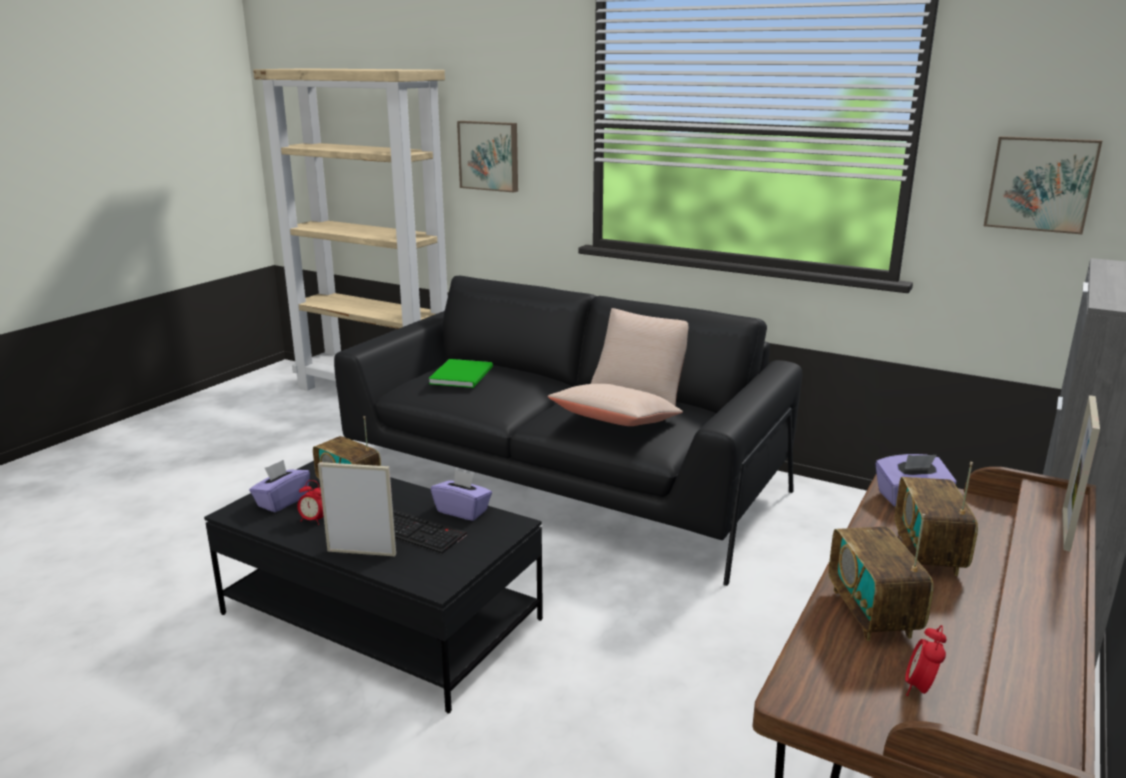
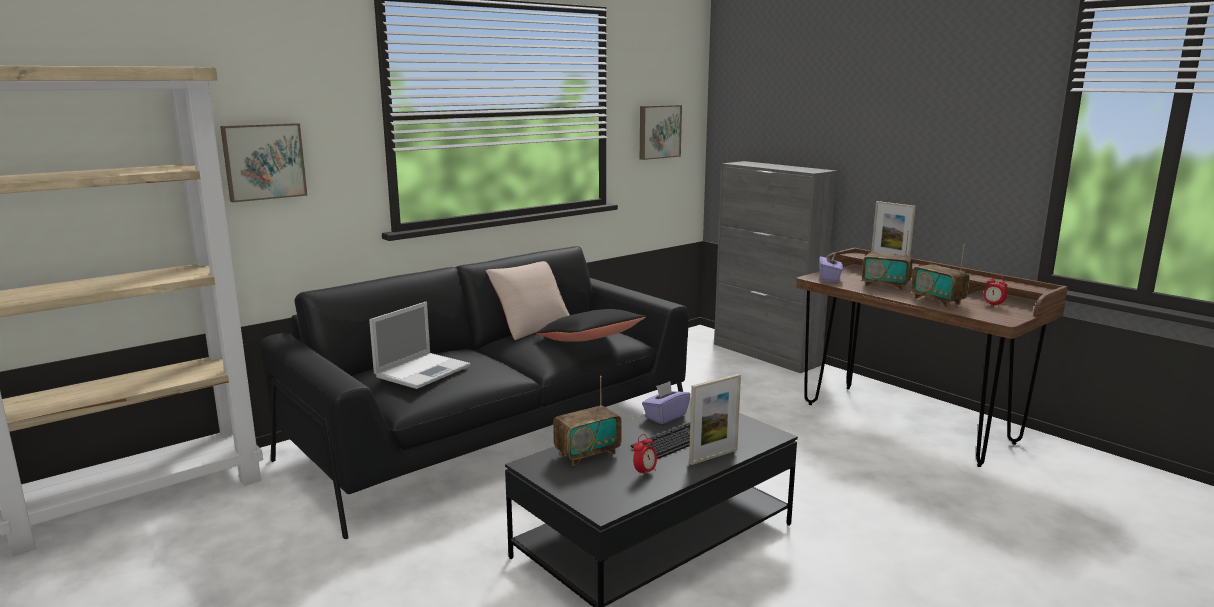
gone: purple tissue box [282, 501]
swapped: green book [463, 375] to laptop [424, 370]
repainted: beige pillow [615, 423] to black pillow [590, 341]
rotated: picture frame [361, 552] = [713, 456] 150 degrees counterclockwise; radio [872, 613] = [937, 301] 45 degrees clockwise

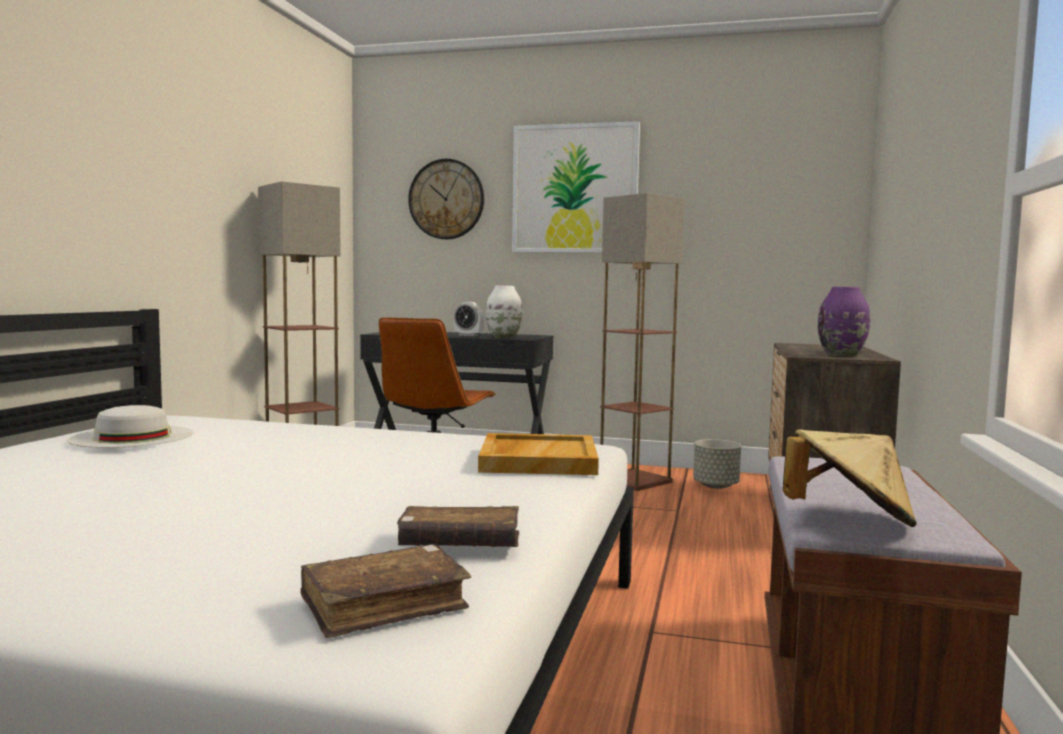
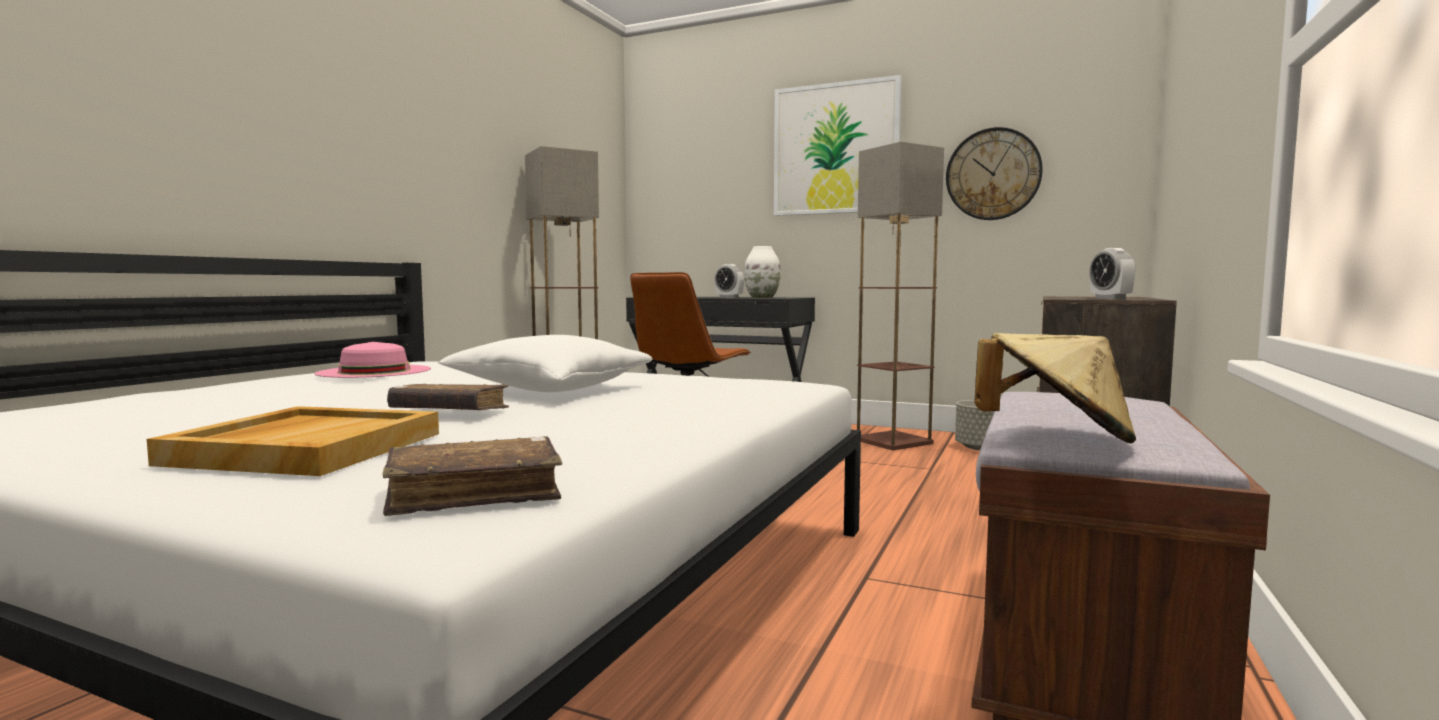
new: white pillow [550, 389]
shifted: beige tray [537, 460] to [307, 448]; brown book [460, 545] to [449, 412]; wall clock [446, 199] to [993, 174]
swapped: purple vase [842, 355] to alarm clock [1110, 298]
repainted: white hat [132, 436] to pink hat [374, 371]

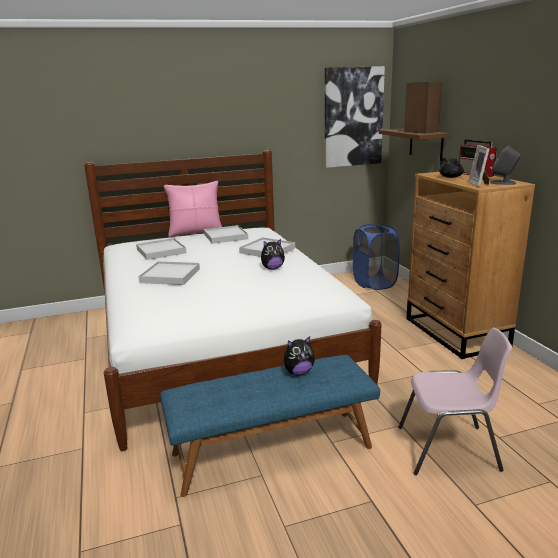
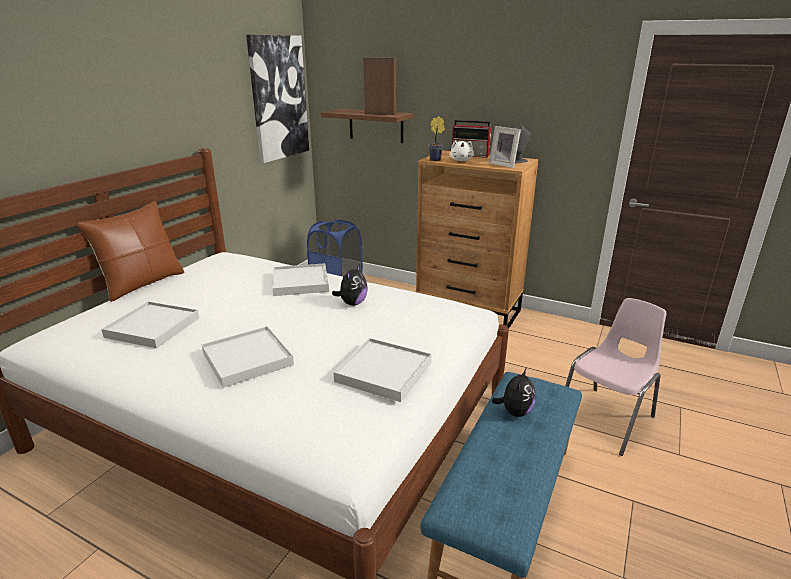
new: potted plant [436, 160]
shifted: white tray [225, 236] to [383, 372]
repainted: pink pillow [195, 232] to brown pillow [142, 284]; black plush toy [451, 177] to white plush toy [461, 160]

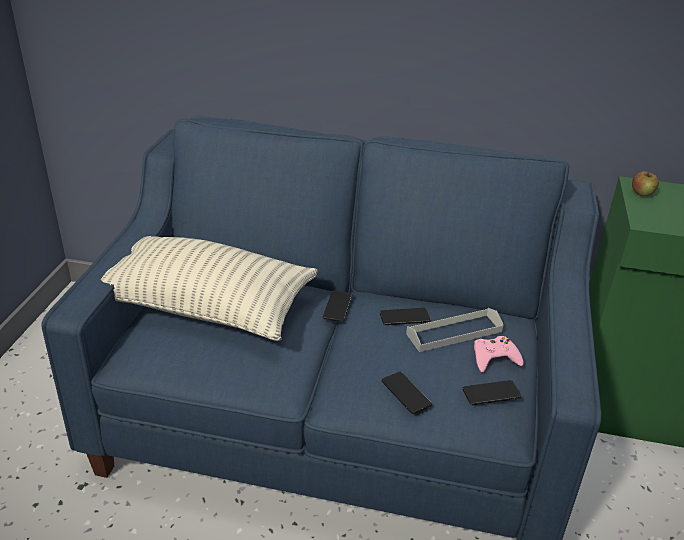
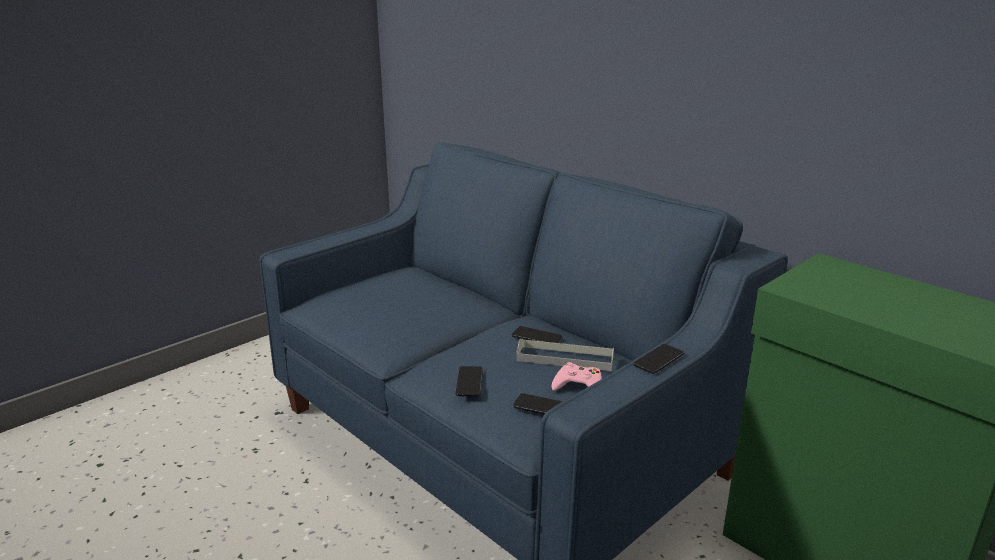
gone: pillow [205, 307]; apple [642, 193]
shifted: phone [337, 306] to [658, 359]

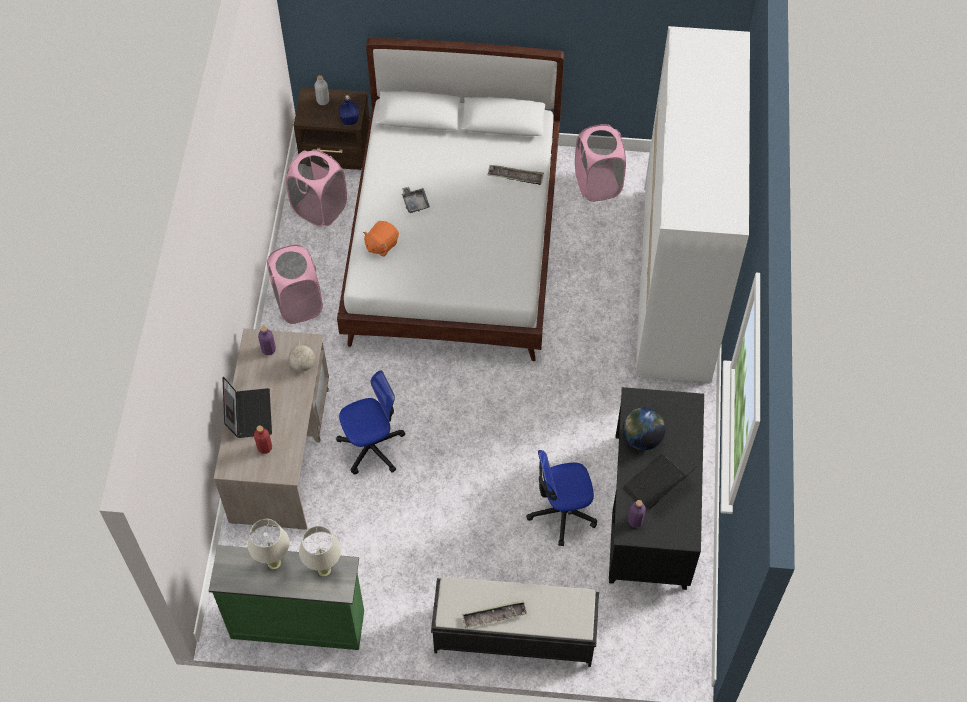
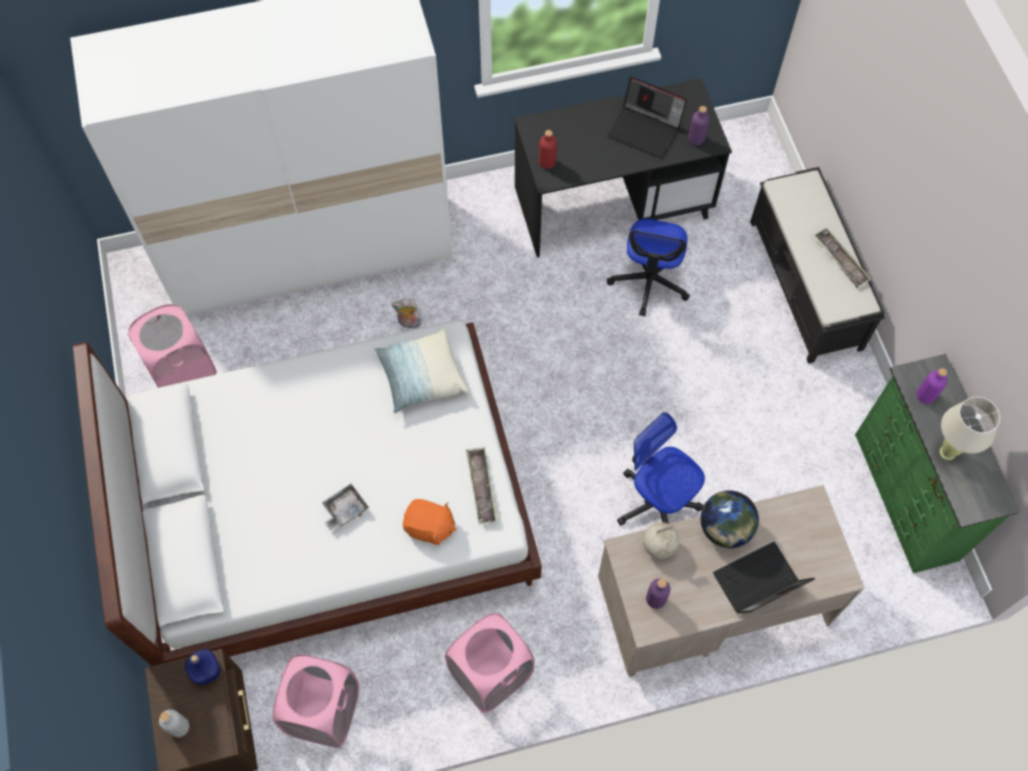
new: pillow [422, 377]; plush toy [409, 323]
shifted: tray [515, 177] to [482, 487]; red bottle [265, 448] to [547, 162]; globe [641, 438] to [725, 529]
swapped: beige table lamp [324, 570] to purple bottle [925, 396]
rotated: office chair [562, 512] = [649, 282] 45 degrees clockwise

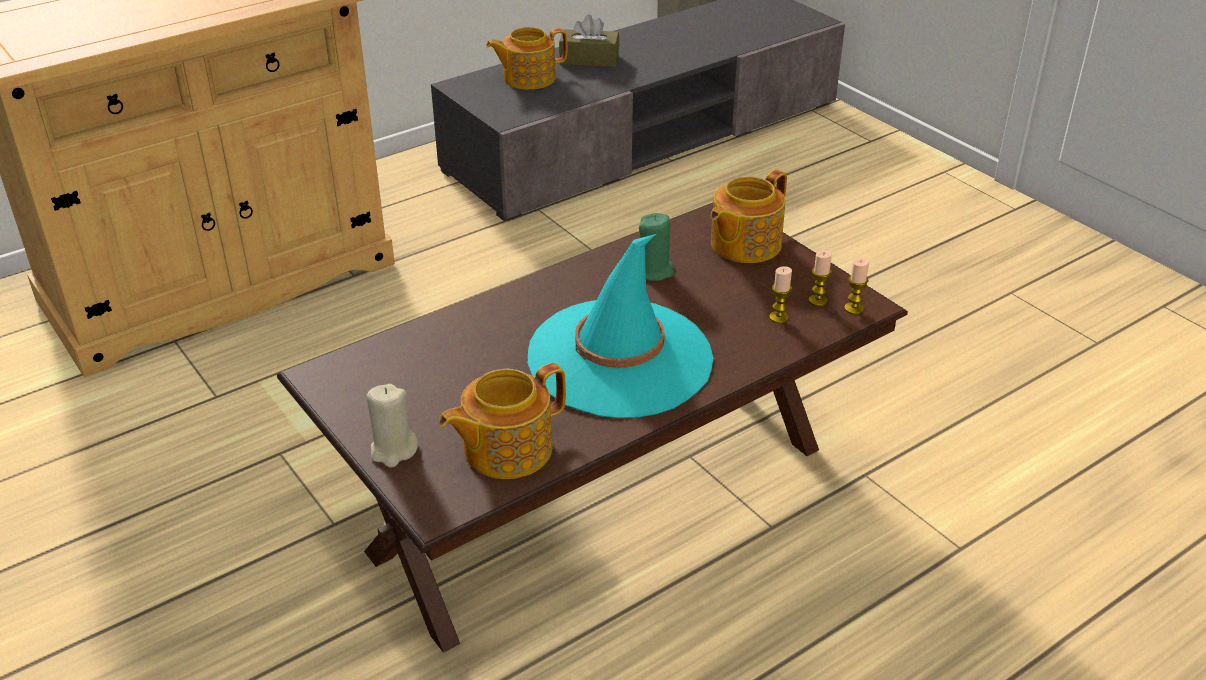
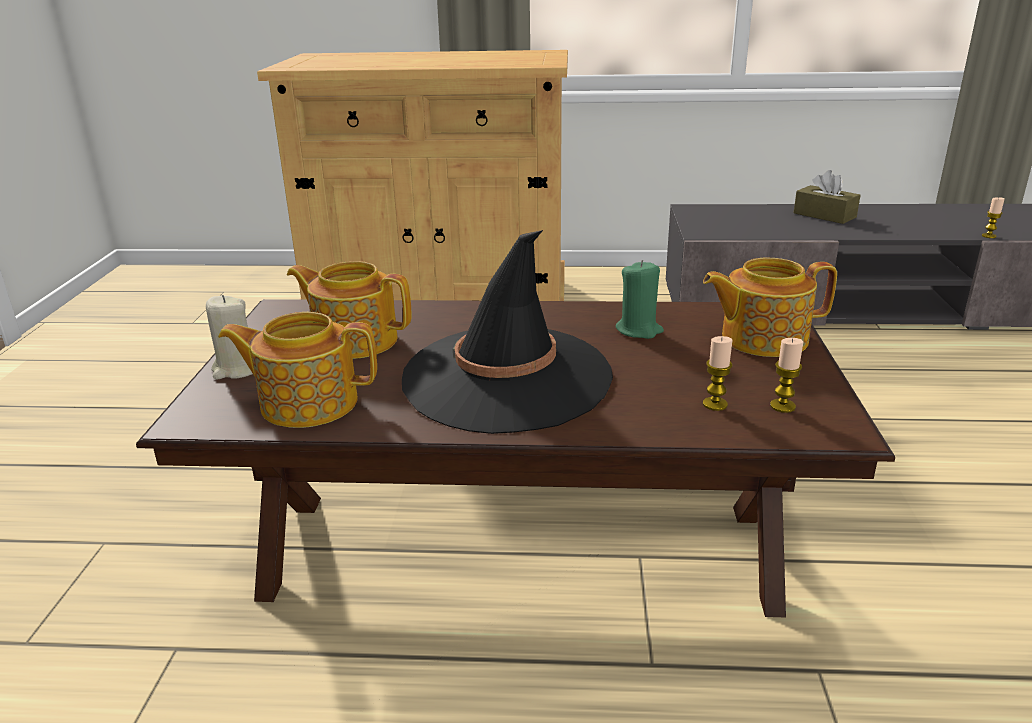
shifted: teapot [528, 78] to [354, 340]; candle [854, 309] to [989, 236]
repainted: turquoise hat [620, 358] to black hat [506, 378]

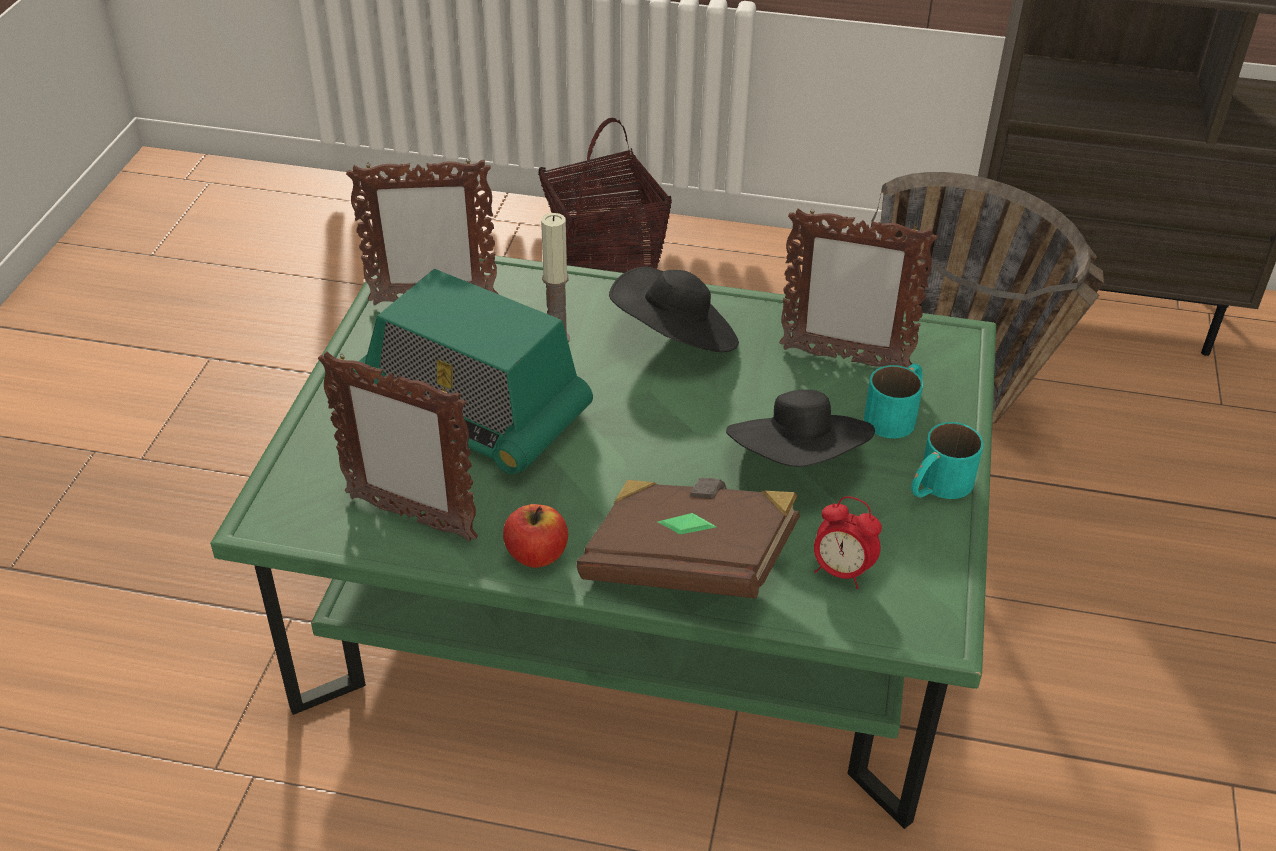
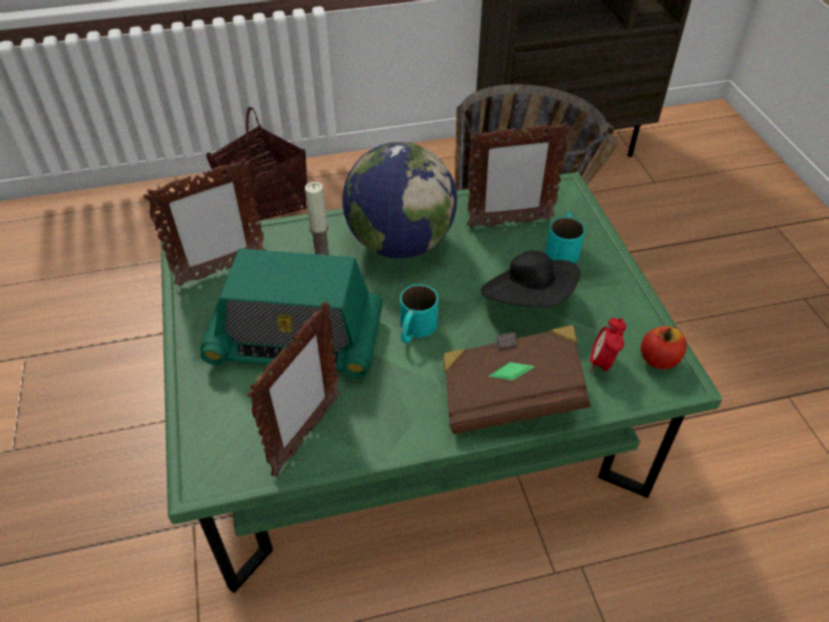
shifted: turquoise mug [937, 486] to [414, 330]; apple [536, 554] to [659, 359]
swapped: black hat [676, 339] to globe [400, 243]
rotated: picture frame [410, 517] = [305, 435] 60 degrees counterclockwise; alarm clock [841, 571] = [602, 363] 105 degrees clockwise

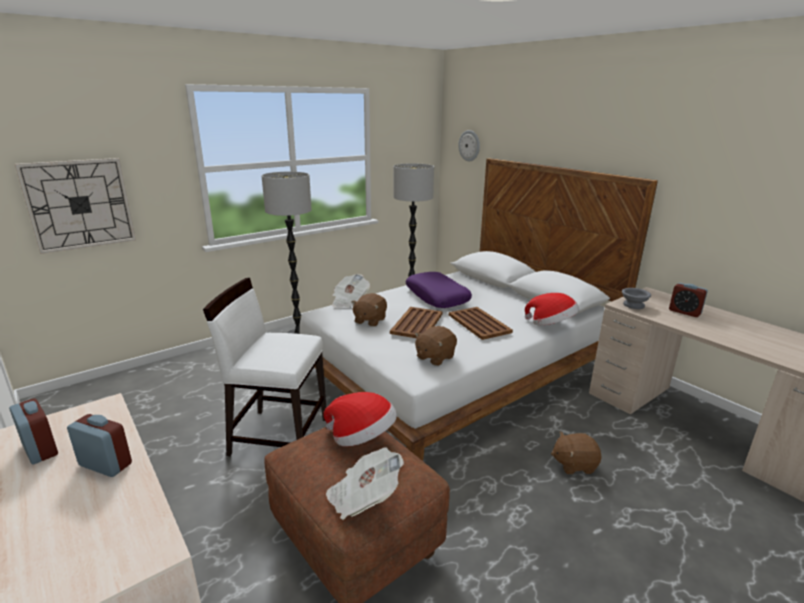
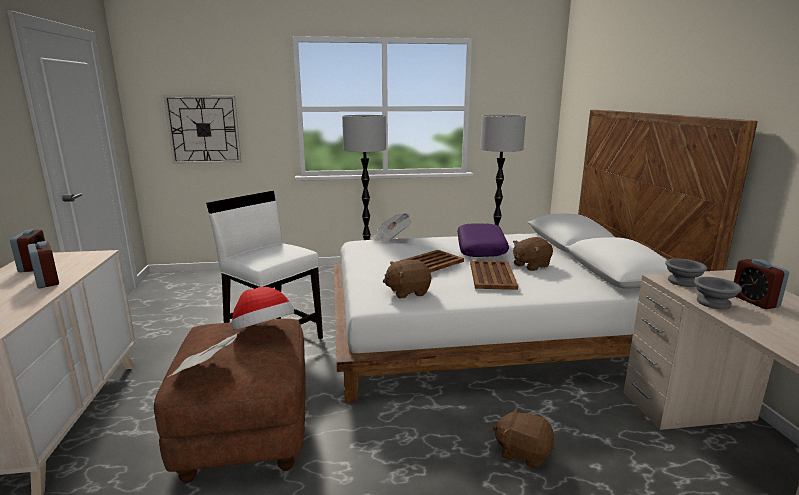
gone: wall clock [469, 145]; hat [551, 324]
new: grey bowl [712, 302]
shifted: brown plush toy [369, 320] to [530, 265]

